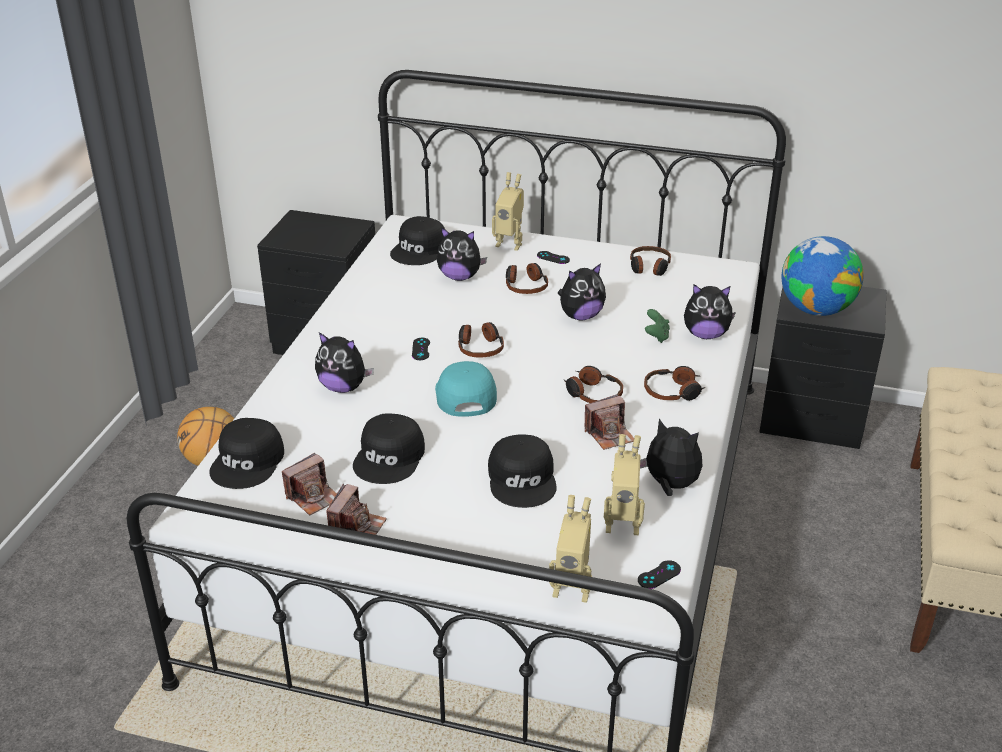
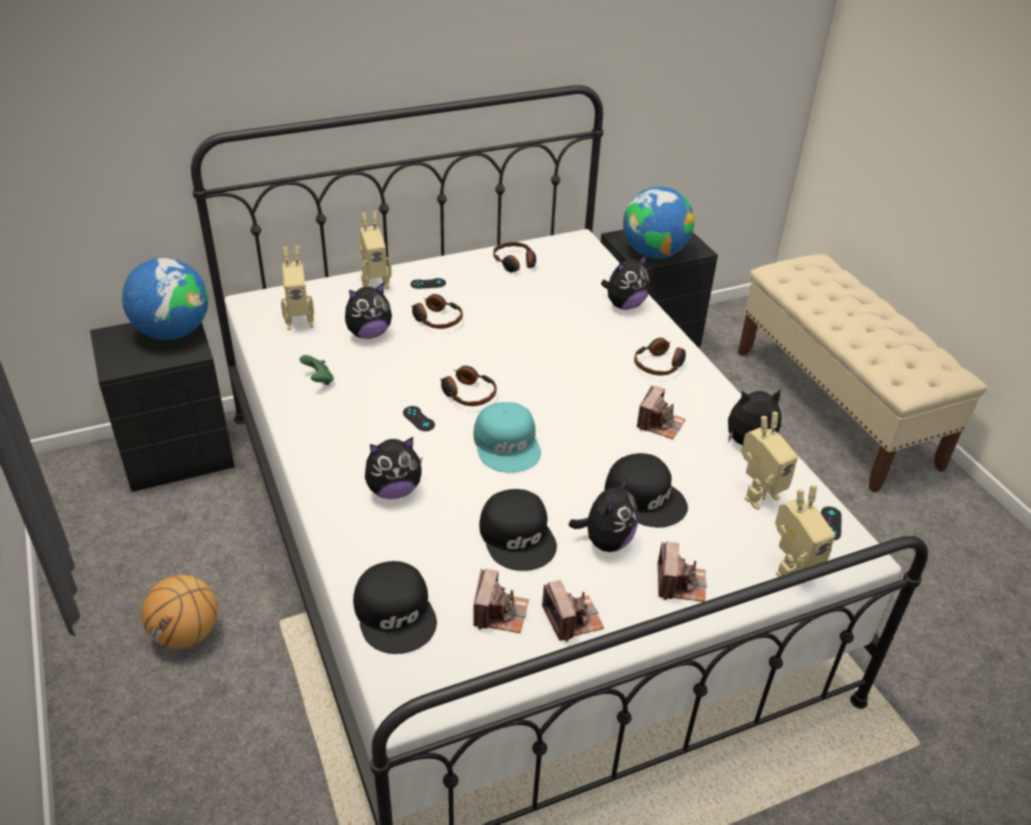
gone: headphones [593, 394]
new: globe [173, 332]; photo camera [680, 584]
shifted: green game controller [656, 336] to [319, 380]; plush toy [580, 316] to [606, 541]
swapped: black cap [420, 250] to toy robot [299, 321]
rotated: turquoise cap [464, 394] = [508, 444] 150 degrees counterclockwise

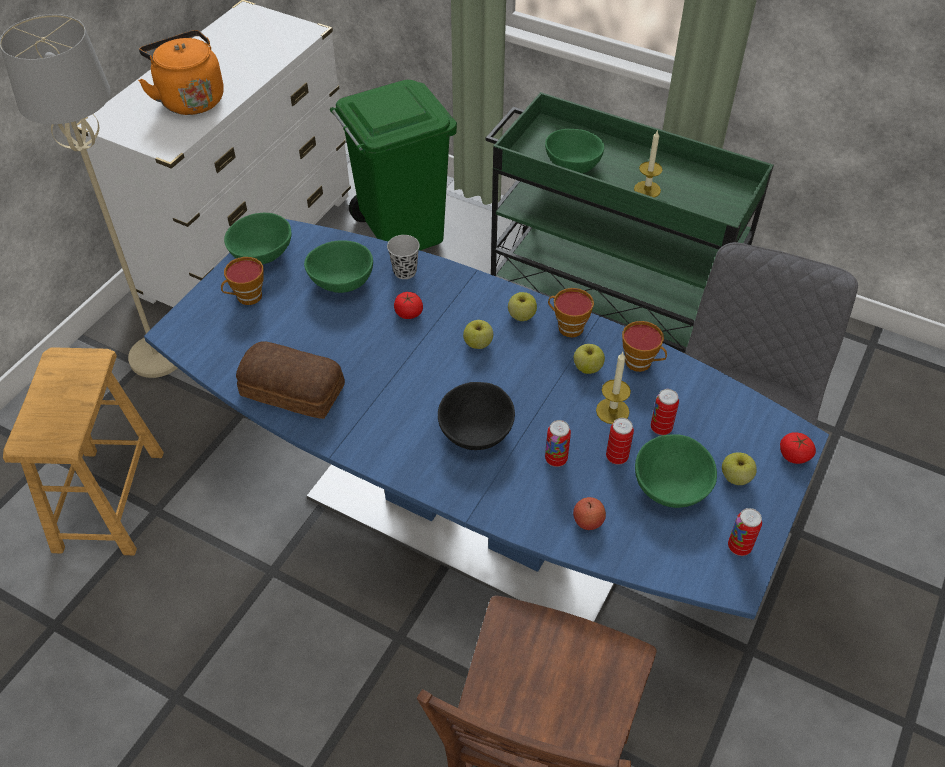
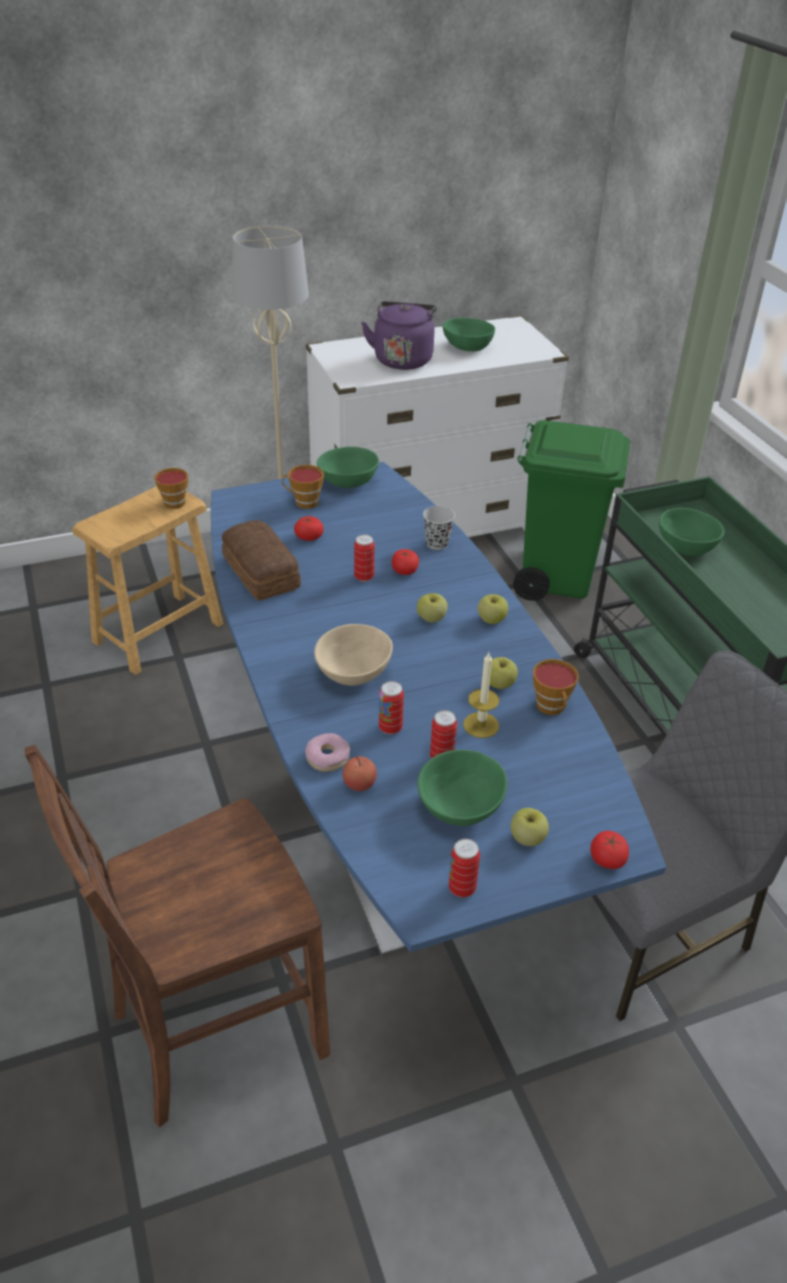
gone: candle [647, 189]
new: tomato [309, 537]; donut [327, 757]
shifted: cup [567, 327] to [173, 501]; can [661, 428] to [364, 577]; green bowl [342, 282] to [467, 347]
repainted: black bowl [475, 430] to beige bowl [354, 671]; orange kettle [190, 99] to purple kettle [403, 359]

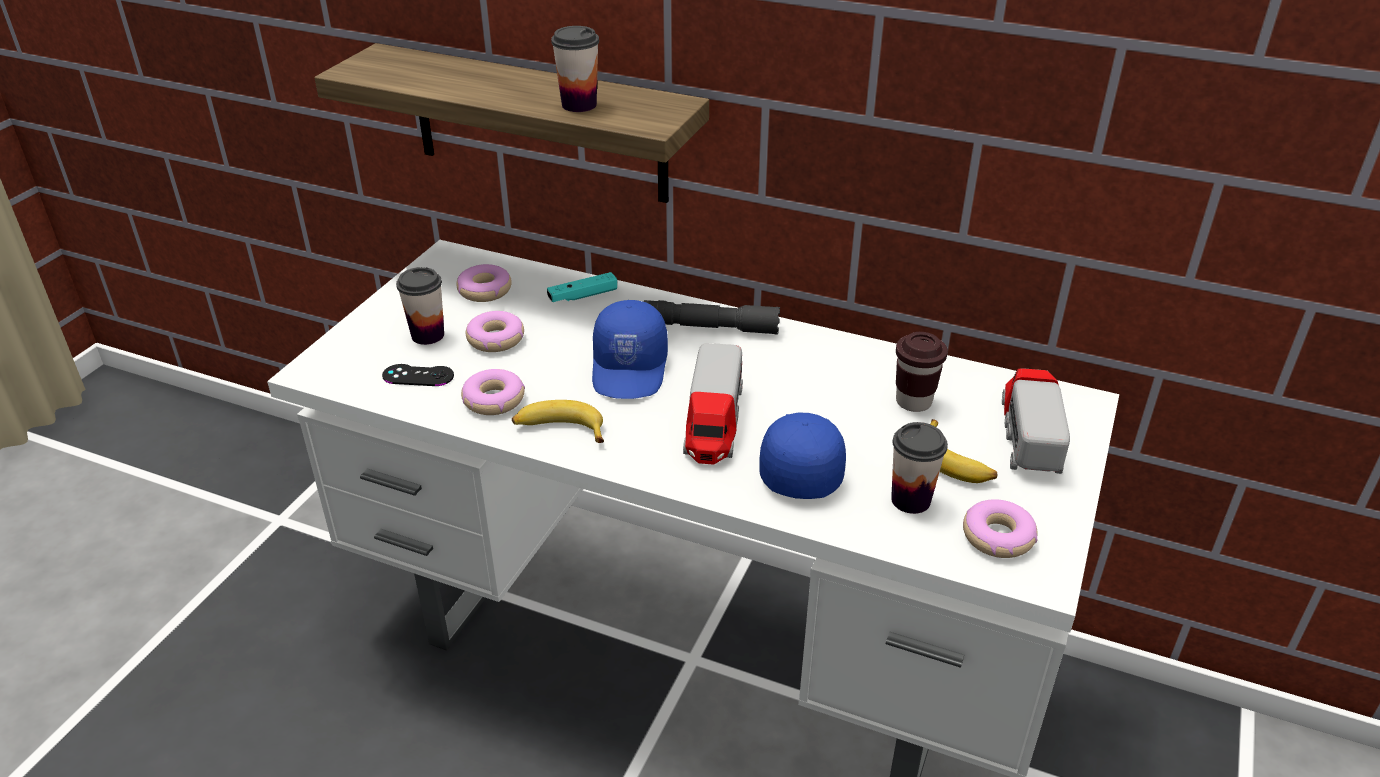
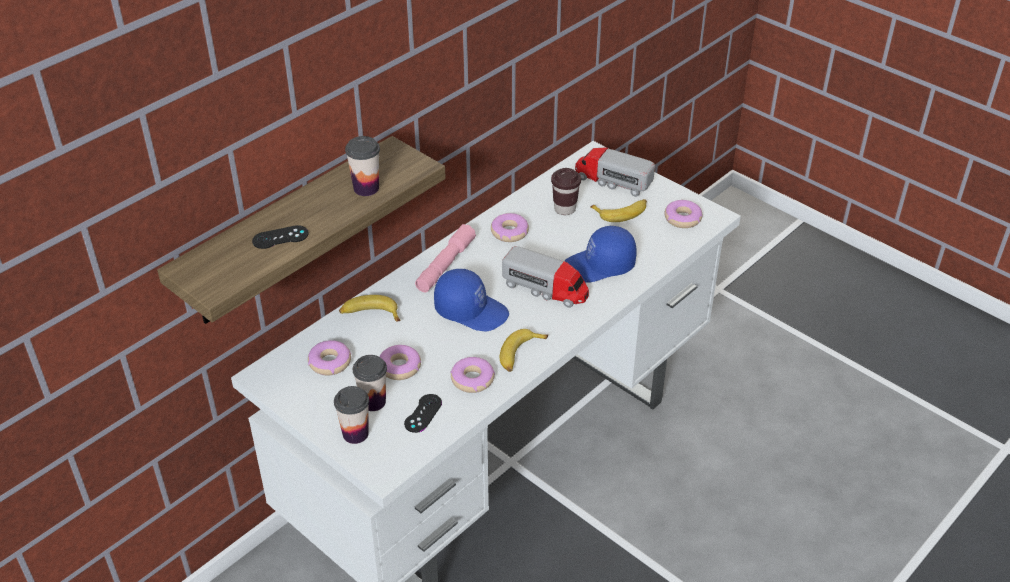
new: black game controller [280, 237]; donut [509, 232]
shifted: cup [910, 500] to [355, 434]
swapped: turquoise game controller [583, 295] to banana [369, 314]
repainted: grey flashlight [710, 327] to pink flashlight [445, 265]
rotated: blue cap [801, 465] = [599, 266] 45 degrees counterclockwise

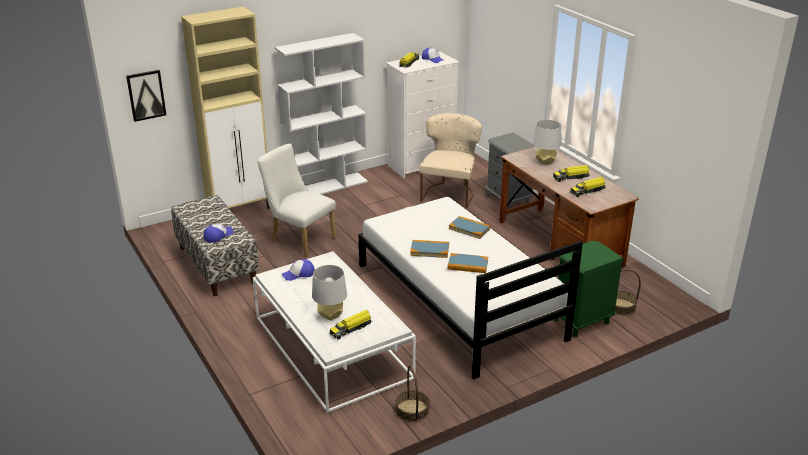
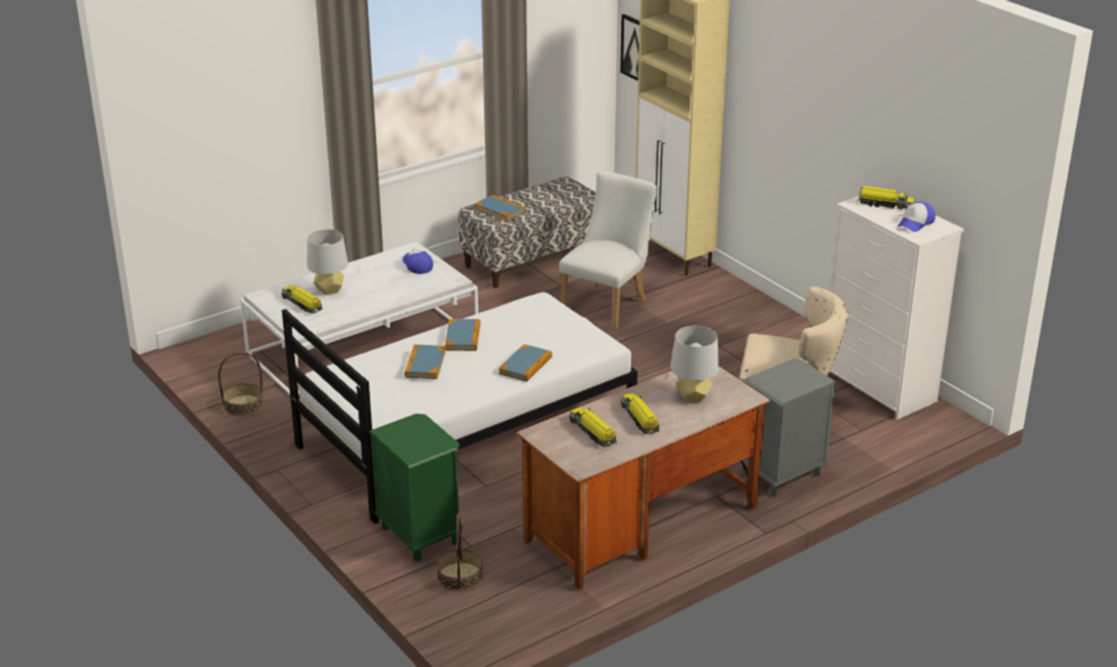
gone: white bookcase [327, 186]
swapped: cap [218, 235] to book [499, 210]

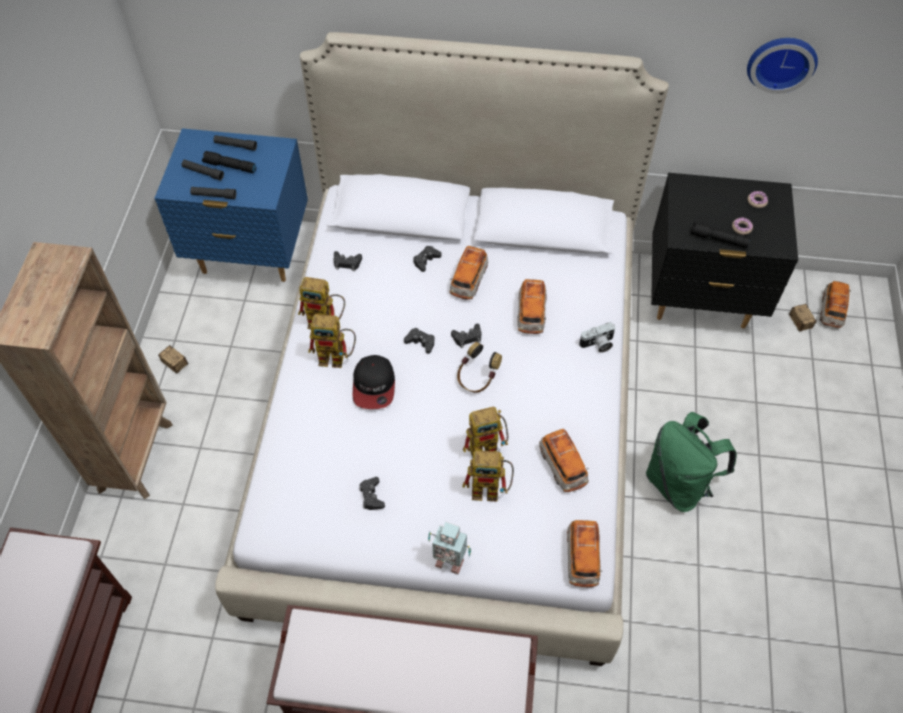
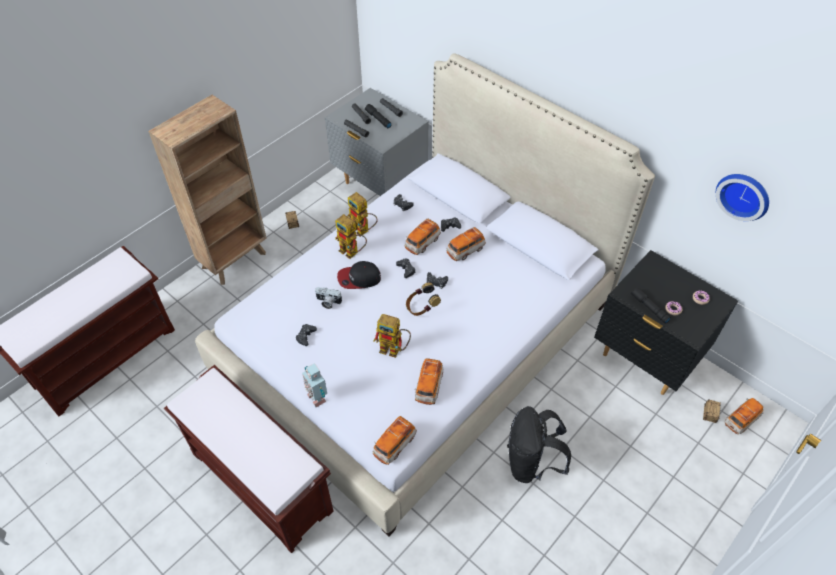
gone: toy robot [491, 489]
shifted: photo camera [597, 344] to [328, 302]; toy car [531, 314] to [422, 243]
repainted: blue nightstand [250, 254] to grey nightstand [380, 186]; green backpack [679, 483] to black backpack [531, 463]
rotated: cap [374, 386] = [359, 278] 45 degrees clockwise

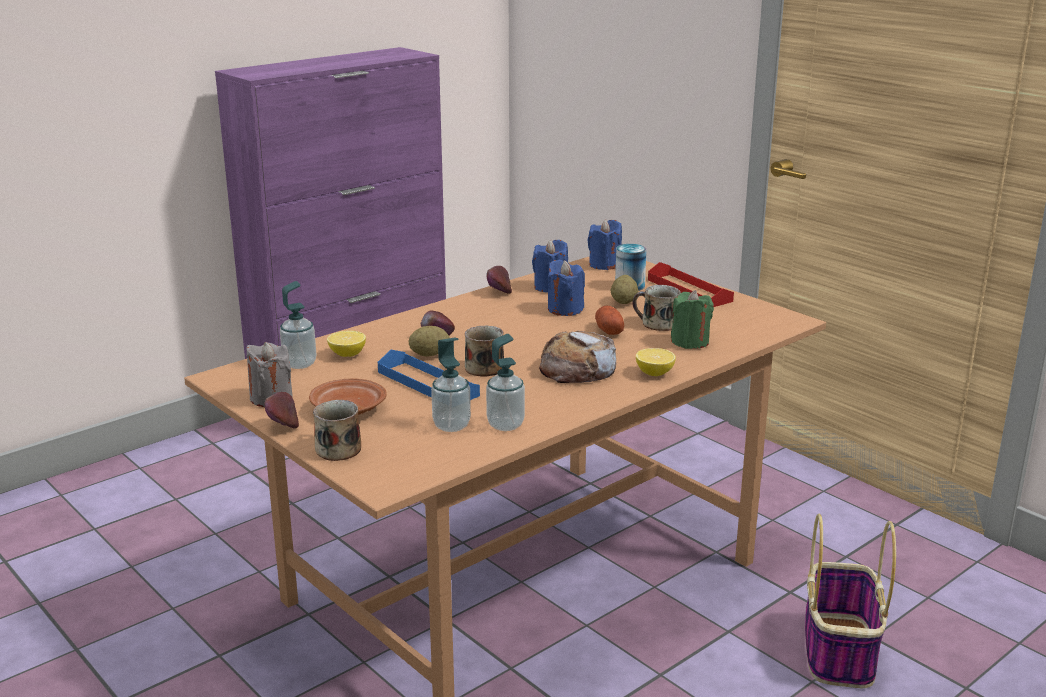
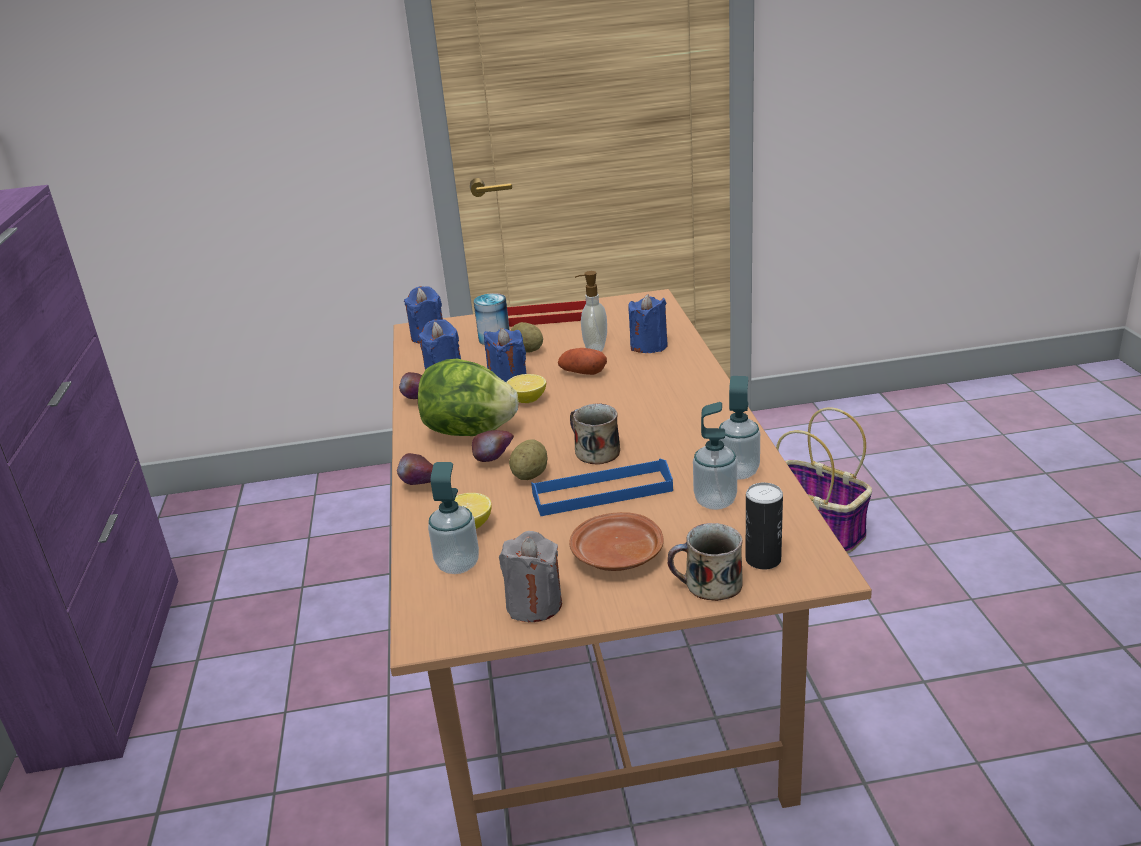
gone: bread [577, 368]
new: lettuce [469, 432]; can [763, 559]
shifted: apple [282, 426] to [420, 487]; lemon [654, 373] to [527, 400]
swapped: mug [658, 323] to soap dispenser [594, 349]
repainted: green candle [690, 342] to blue candle [649, 346]

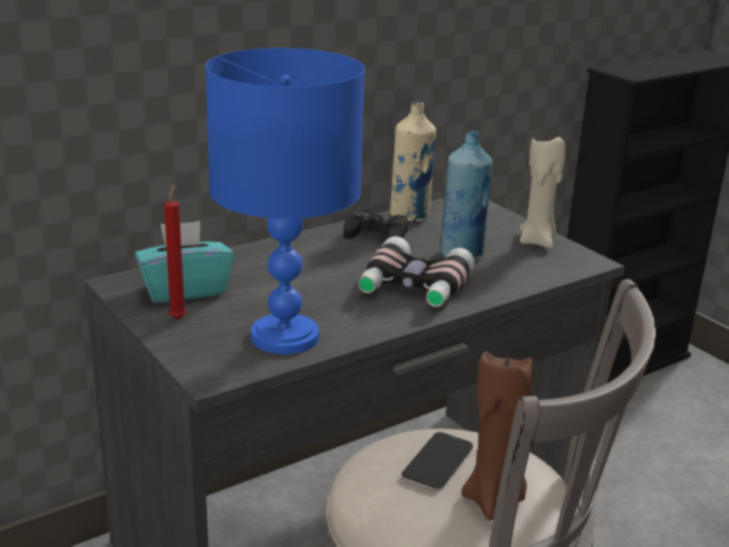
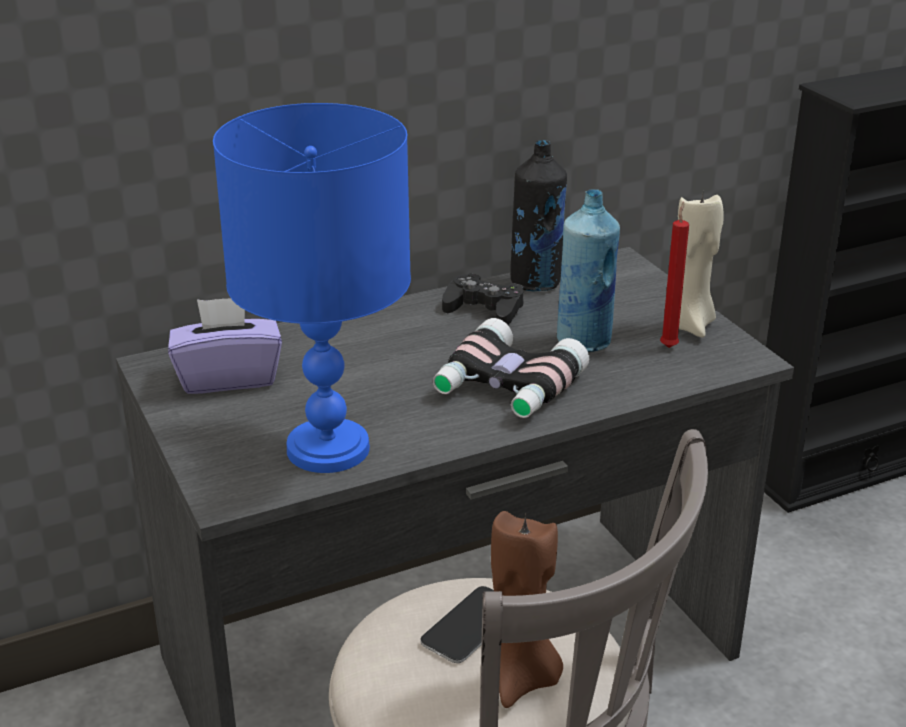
shifted: red candle [178, 318] to [669, 346]
repainted: turquoise tissue box [185, 290] to purple tissue box [228, 377]; beige bottle [410, 217] to black bottle [536, 283]

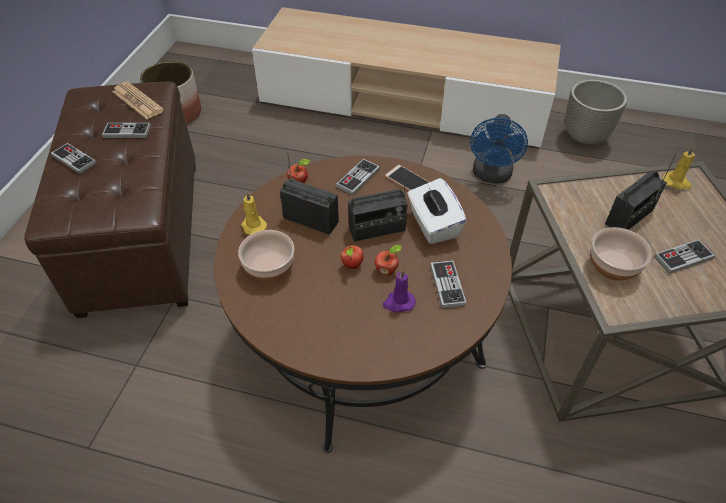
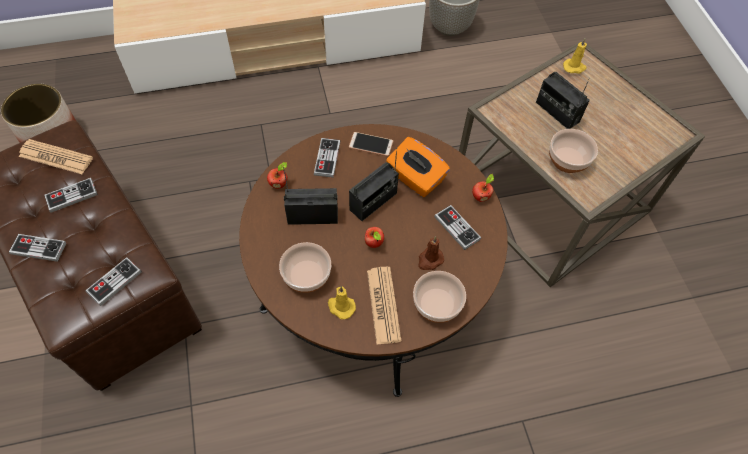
gone: blue fan [491, 176]
new: newspaper [383, 305]; bowl [437, 304]
shifted: game controller [683, 258] to [114, 282]; yellow candle [253, 225] to [340, 307]; apple [387, 270] to [480, 197]
repainted: white tissue box [433, 225] to orange tissue box [415, 178]; purple candle [398, 303] to brown candle [430, 260]
rotated: radio [629, 217] = [557, 112] 120 degrees clockwise

